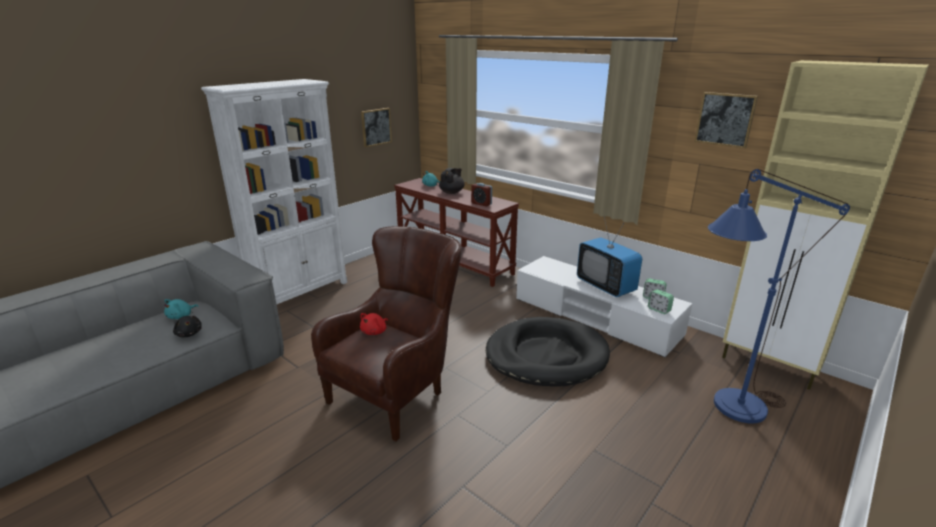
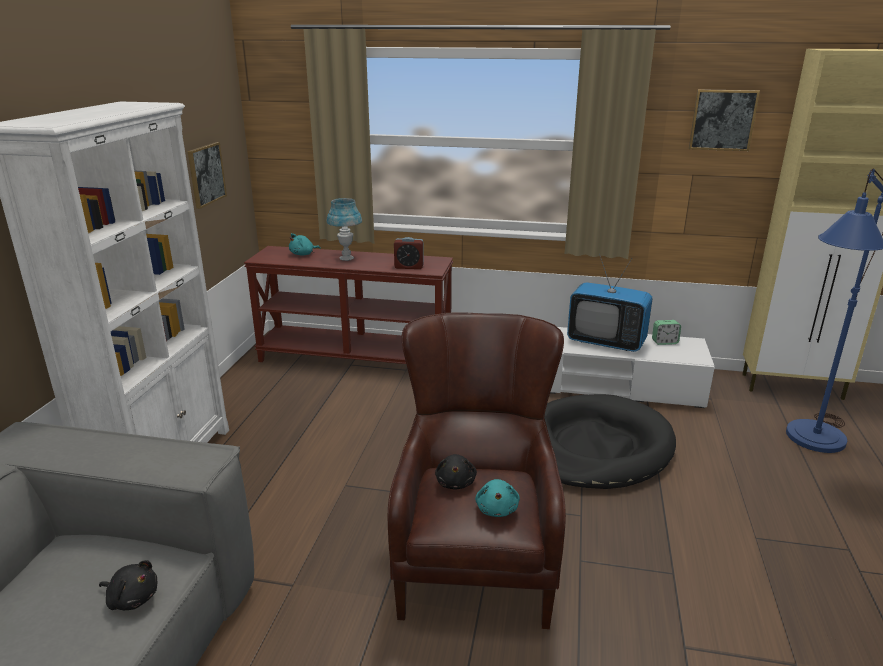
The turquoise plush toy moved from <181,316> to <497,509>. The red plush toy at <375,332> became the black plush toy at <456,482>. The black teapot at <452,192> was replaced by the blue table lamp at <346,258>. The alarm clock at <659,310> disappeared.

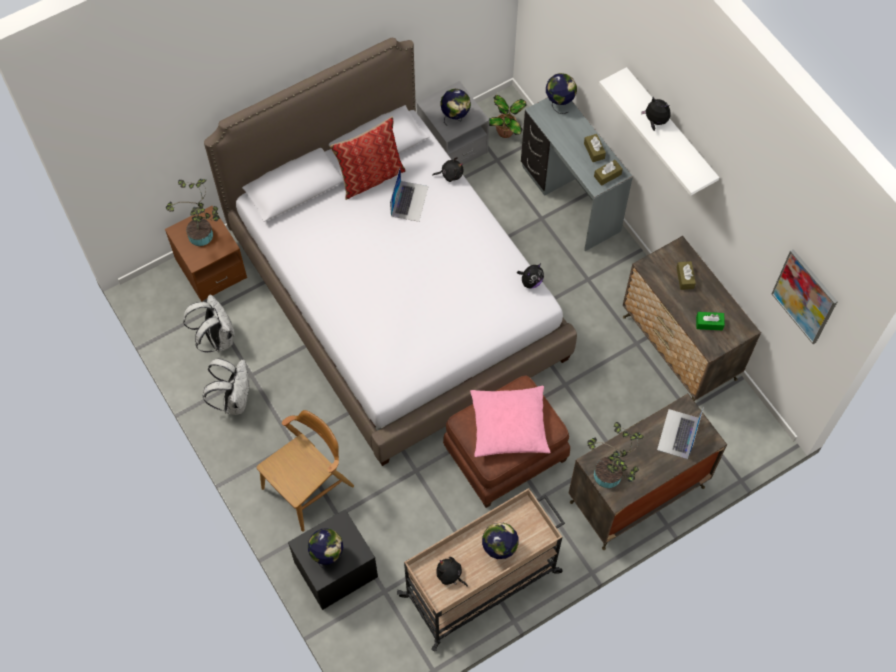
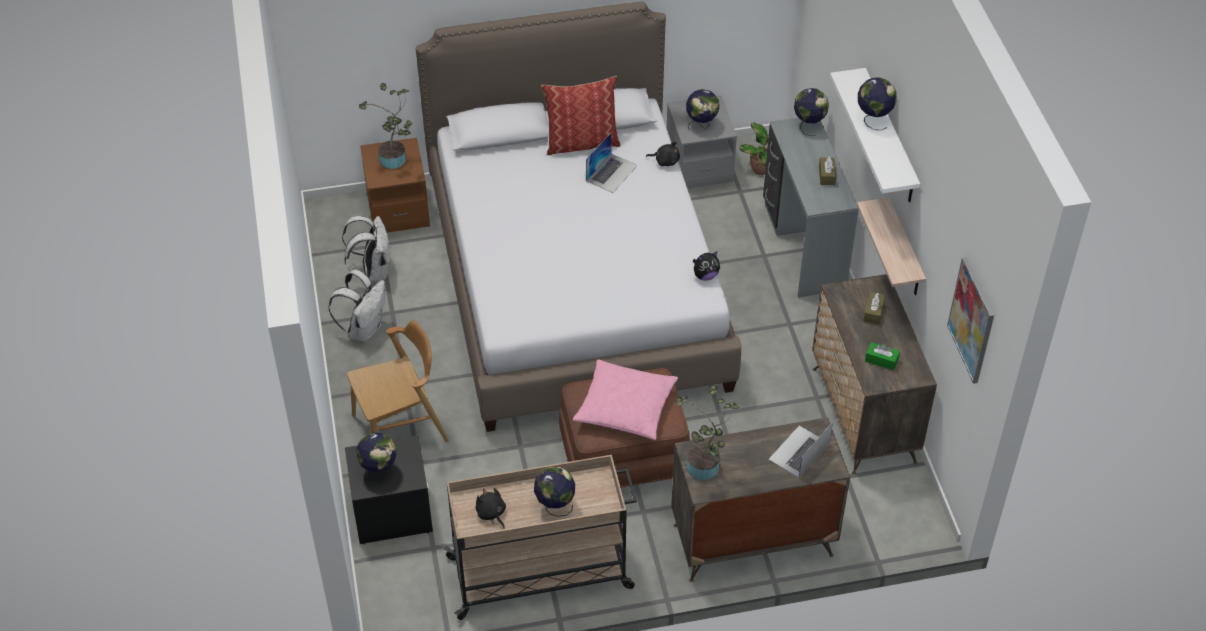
The brown tissue box at <607,175> disappeared. The plush toy at <655,121> was replaced by the globe at <873,120>. The shelf at <905,250> appeared.

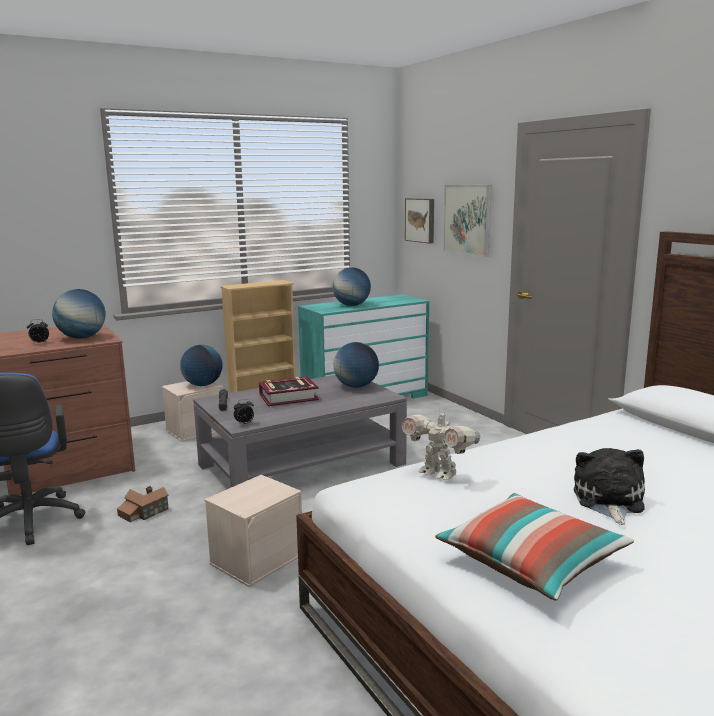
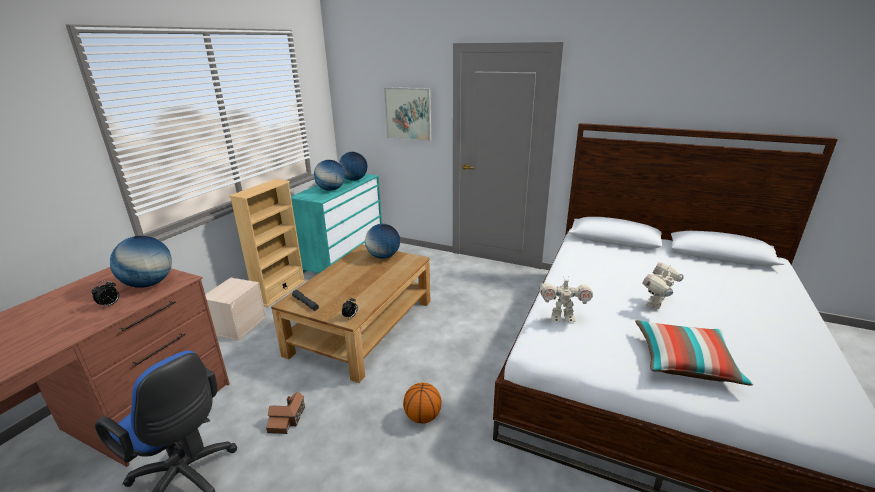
The globe moved from <202,385> to <354,180>. The grey coffee table at <302,464> became the brown coffee table at <363,326>. The beige storage box at <257,558> was replaced by the basketball at <422,417>. The book at <288,397> disappeared. The picture at <421,220> disappeared. The plush toy at <608,501> was replaced by the toy robot at <656,304>.

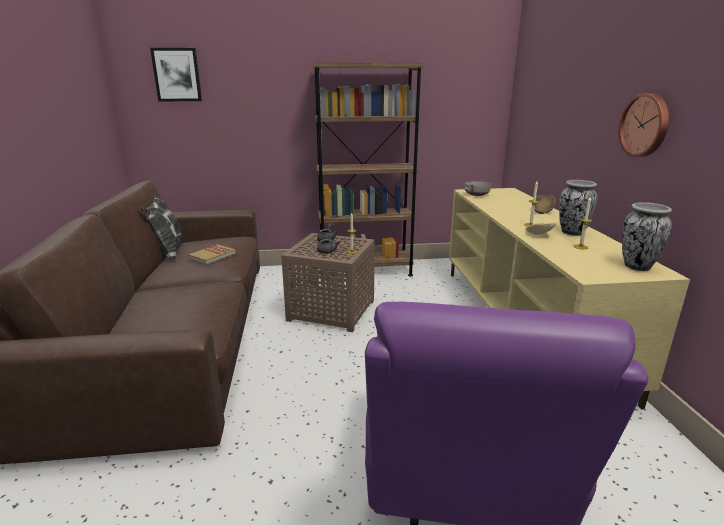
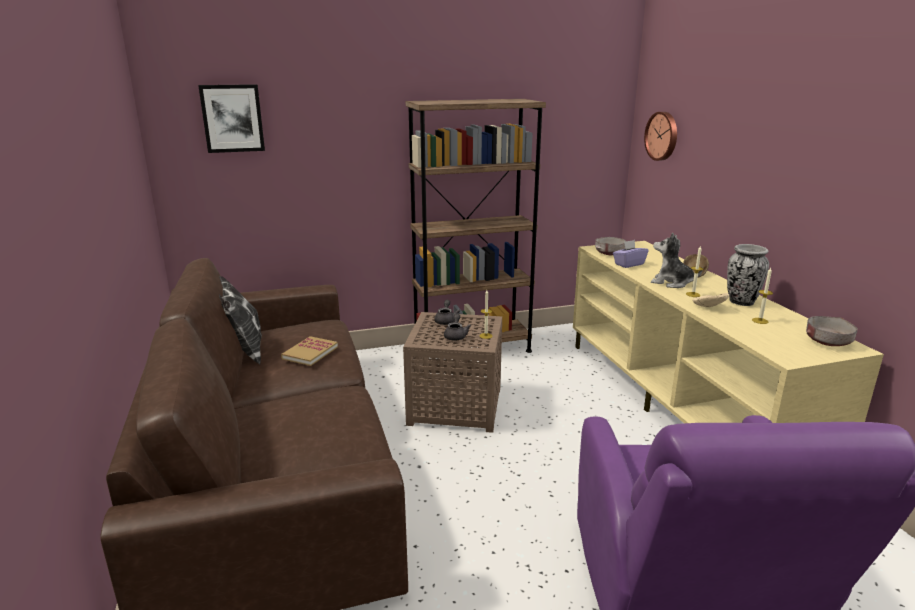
The wall clock moved from <645,125> to <662,136>. The vase at <636,266> was replaced by the grey bowl at <827,342>. The purple tissue box at <629,264> appeared. The plush toy at <671,283> appeared.

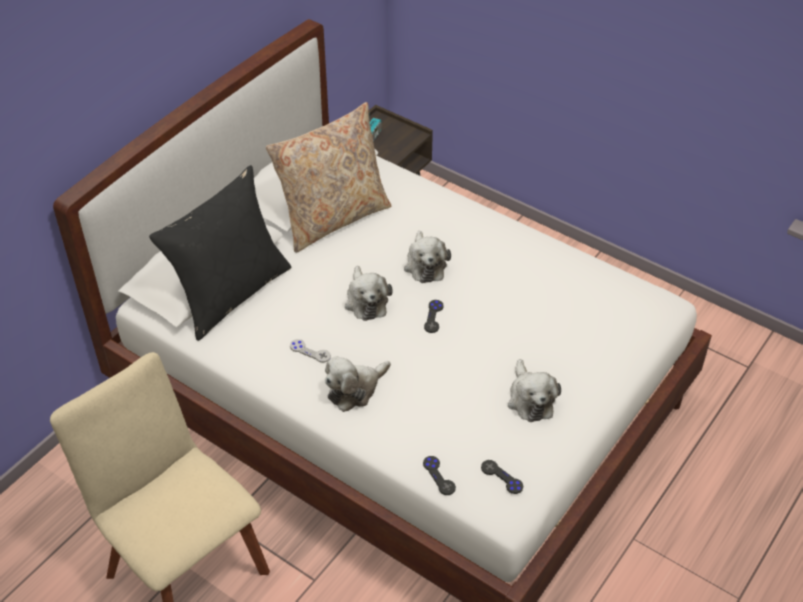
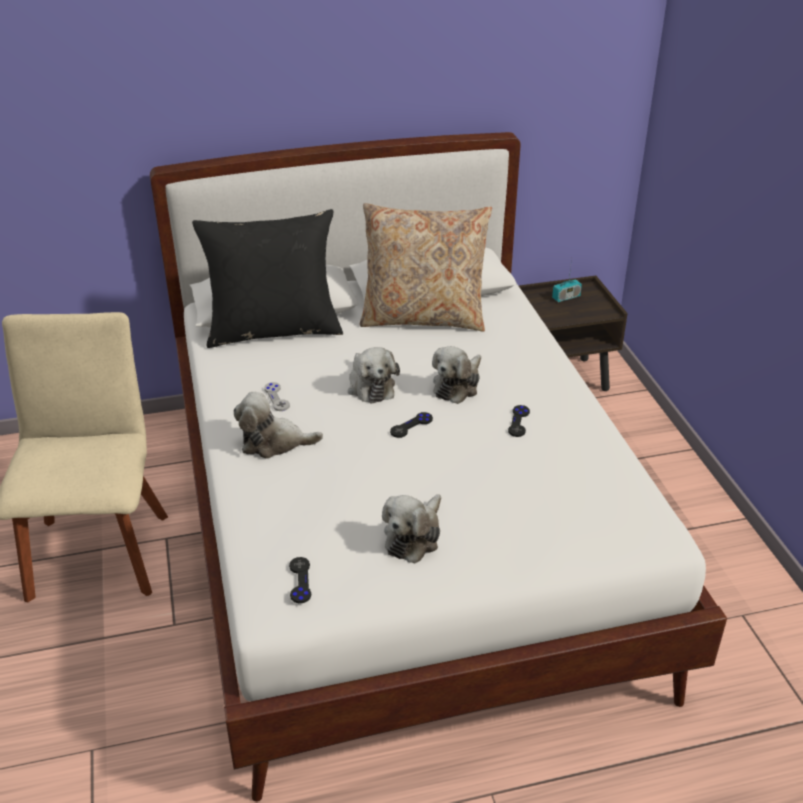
The plush toy at <366,301> turned 45 degrees counterclockwise. The black game controller moved from <439,476> to <518,422>.

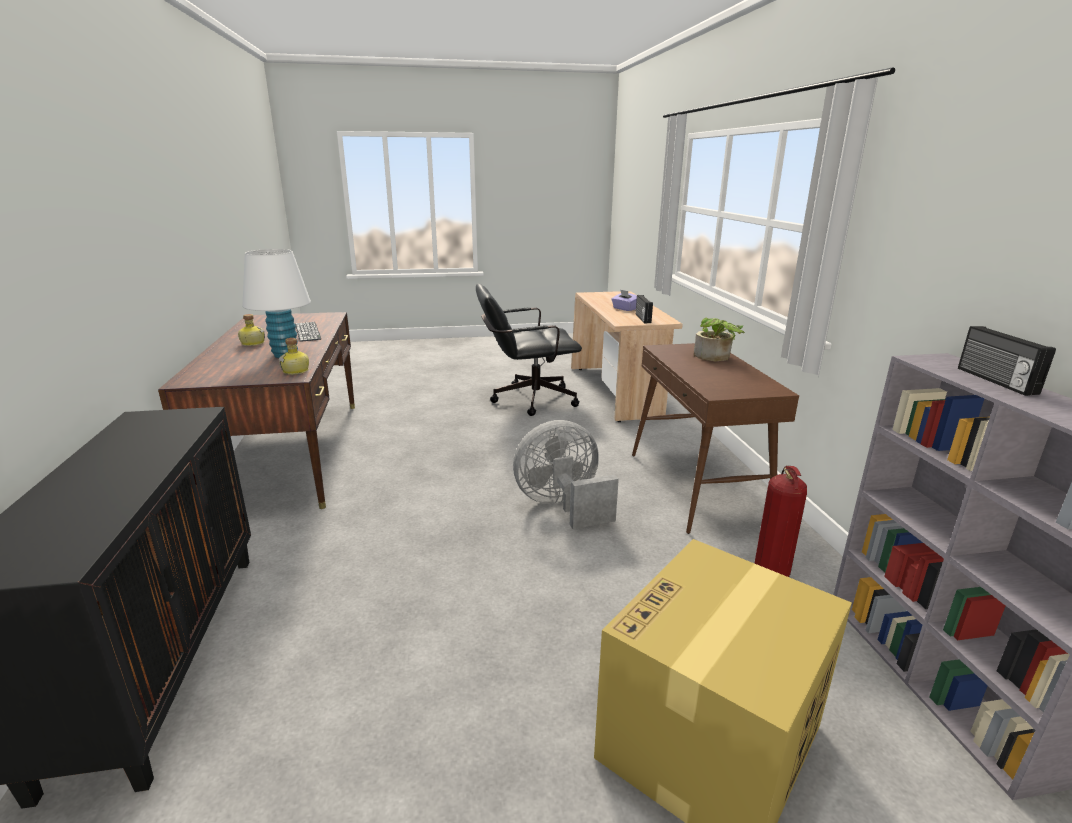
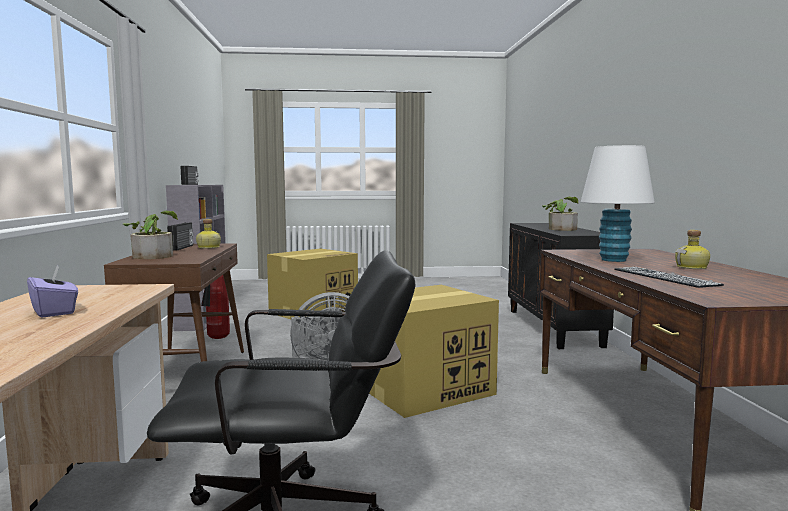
The bottle moved from <296,371> to <208,247>. The radio moved from <642,318> to <182,248>. The cardboard box at <423,390> appeared. The potted plant at <560,229> appeared.

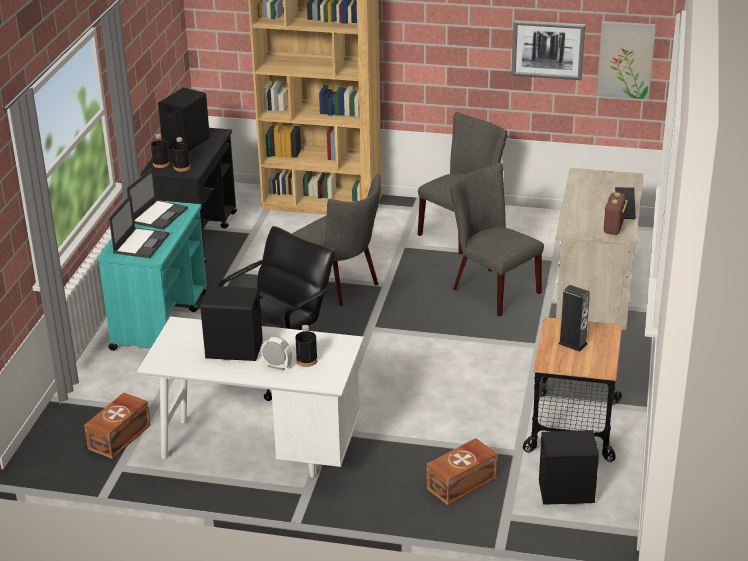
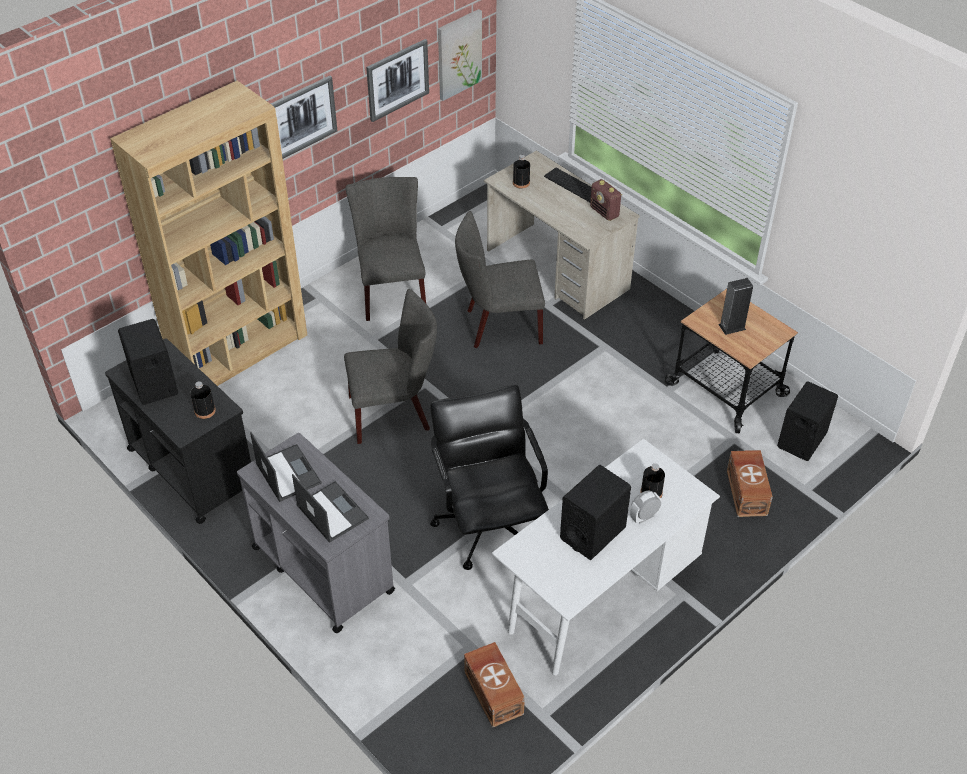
The turquoise cart at <160,320> became the grey cart at <322,568>. The black bottle moved from <161,164> to <521,183>. The picture at <301,118> appeared.

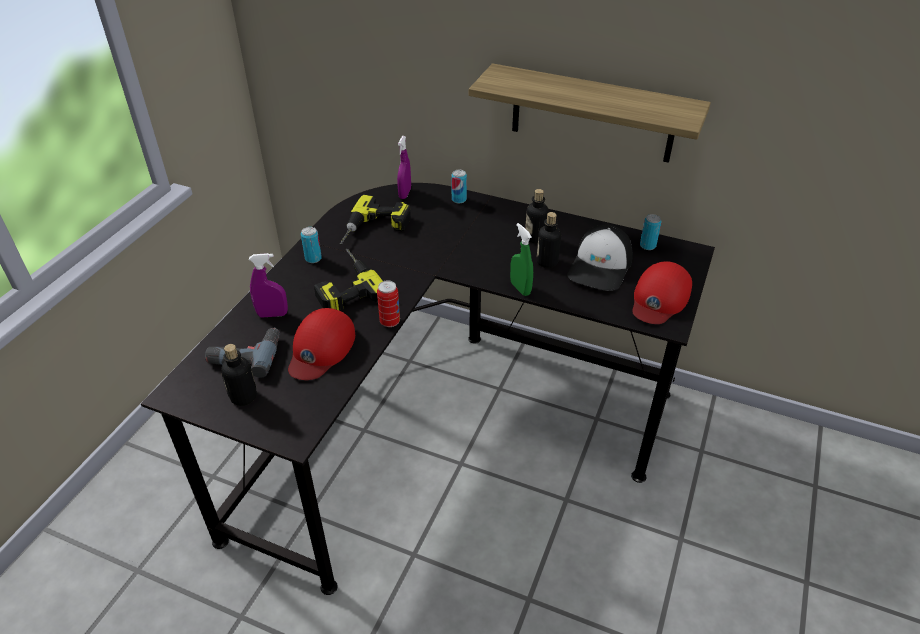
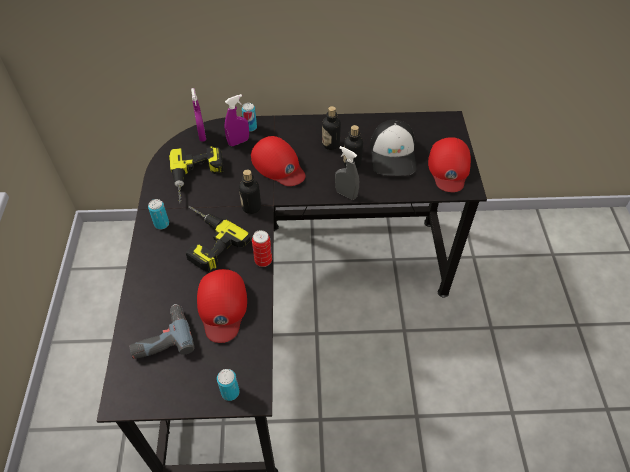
The bottle moved from <243,397> to <251,207>. The purple spray bottle moved from <272,314> to <238,142>. The shelf at <592,114> disappeared. The green spray bottle at <520,288> became the grey spray bottle at <346,194>. The can moved from <647,245> to <230,392>. The red cap at <278,165> appeared.

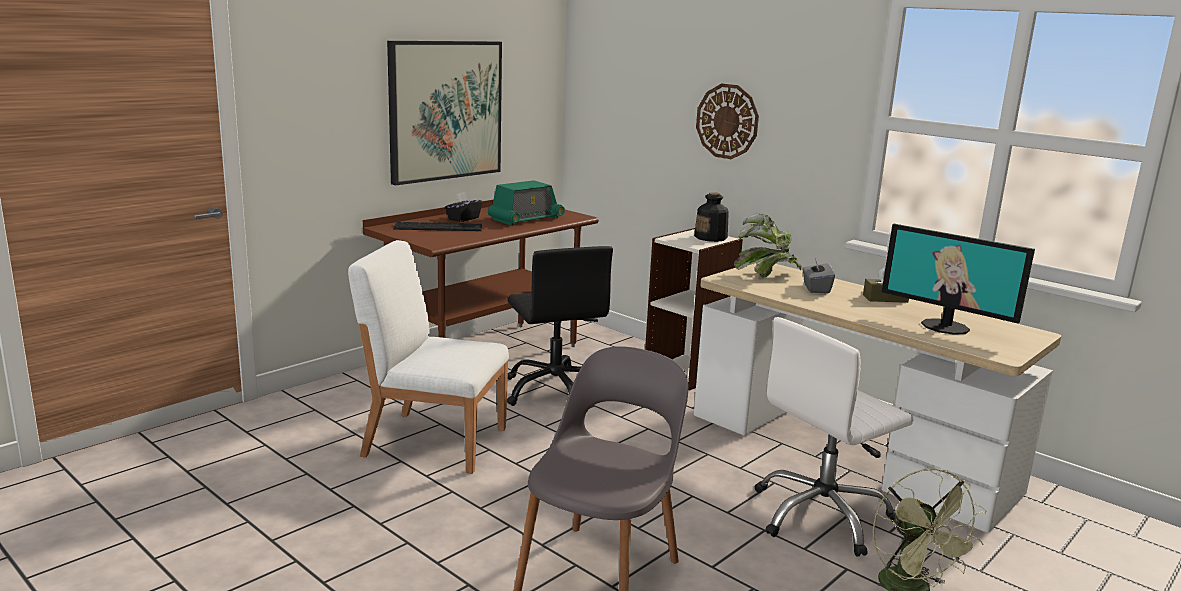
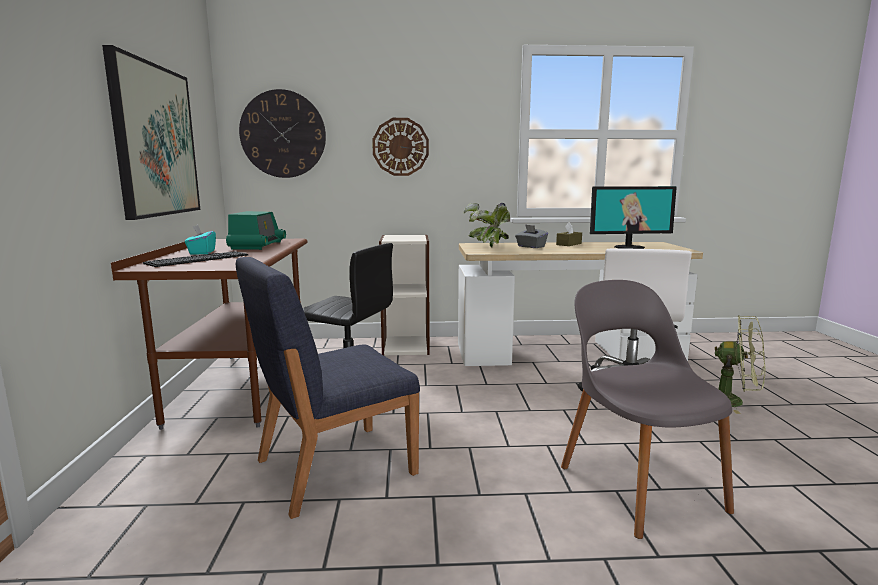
The white chair at <433,441> became the blue chair at <333,467>. The black tissue box at <463,219> became the turquoise tissue box at <202,252>. The bottle at <711,238> disappeared. The wall clock at <283,134> appeared.

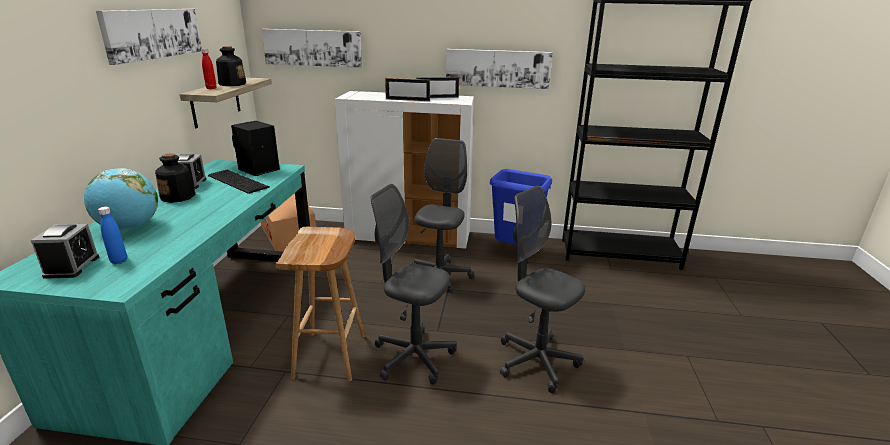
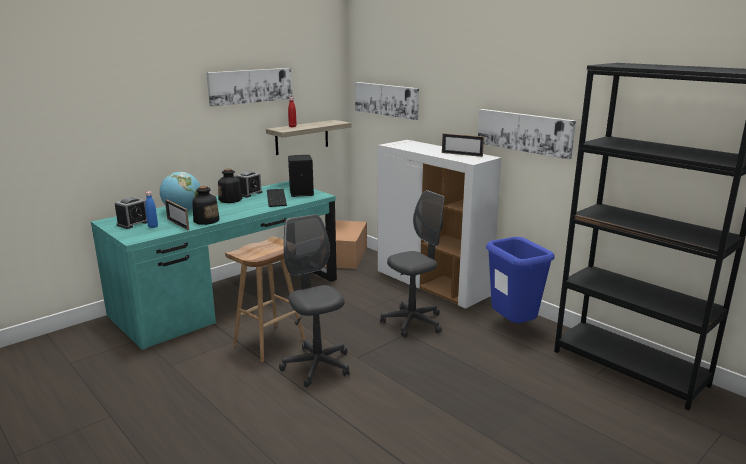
The bottle moved from <232,84> to <206,220>. The picture frame moved from <407,100> to <178,224>. The grey office chair at <536,362> disappeared.

